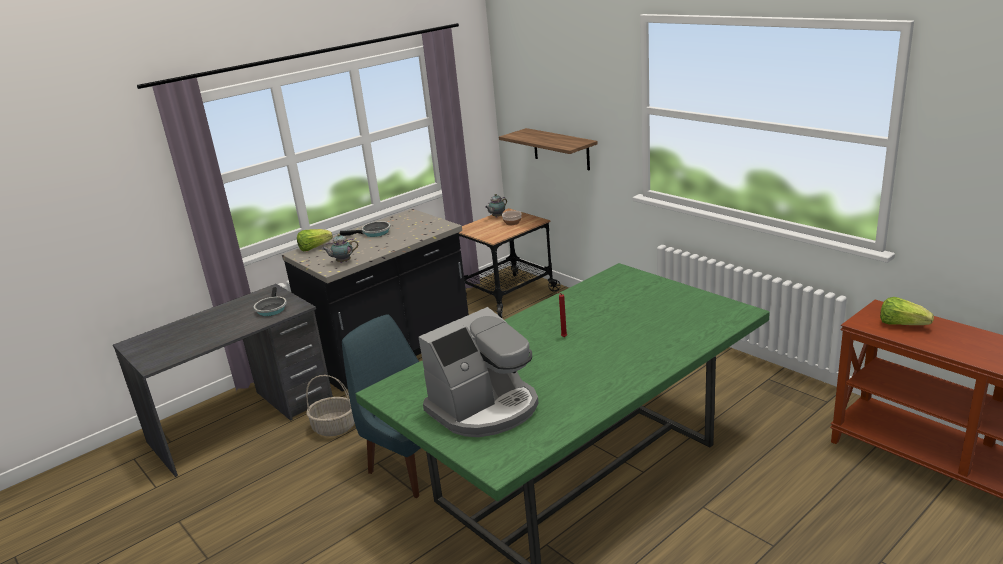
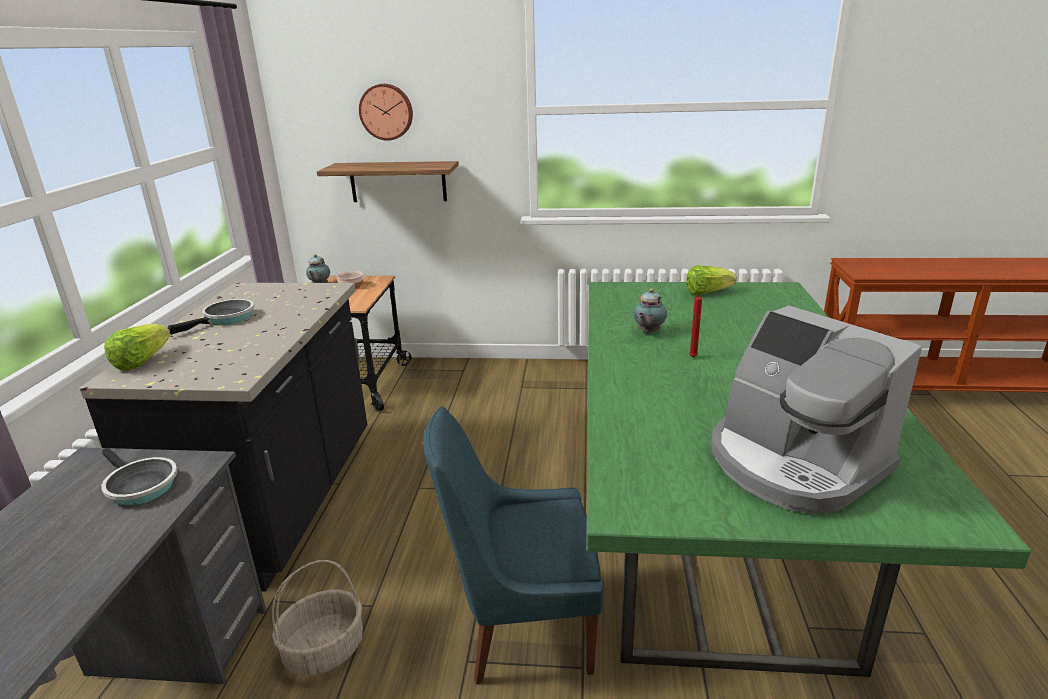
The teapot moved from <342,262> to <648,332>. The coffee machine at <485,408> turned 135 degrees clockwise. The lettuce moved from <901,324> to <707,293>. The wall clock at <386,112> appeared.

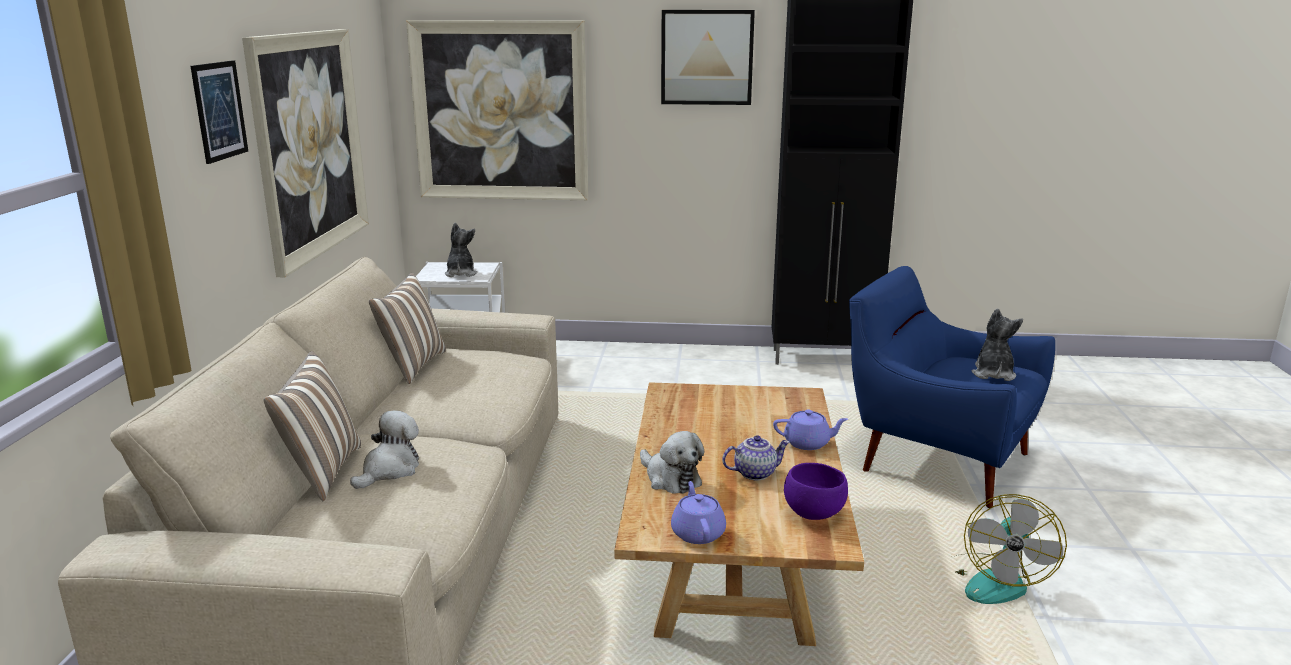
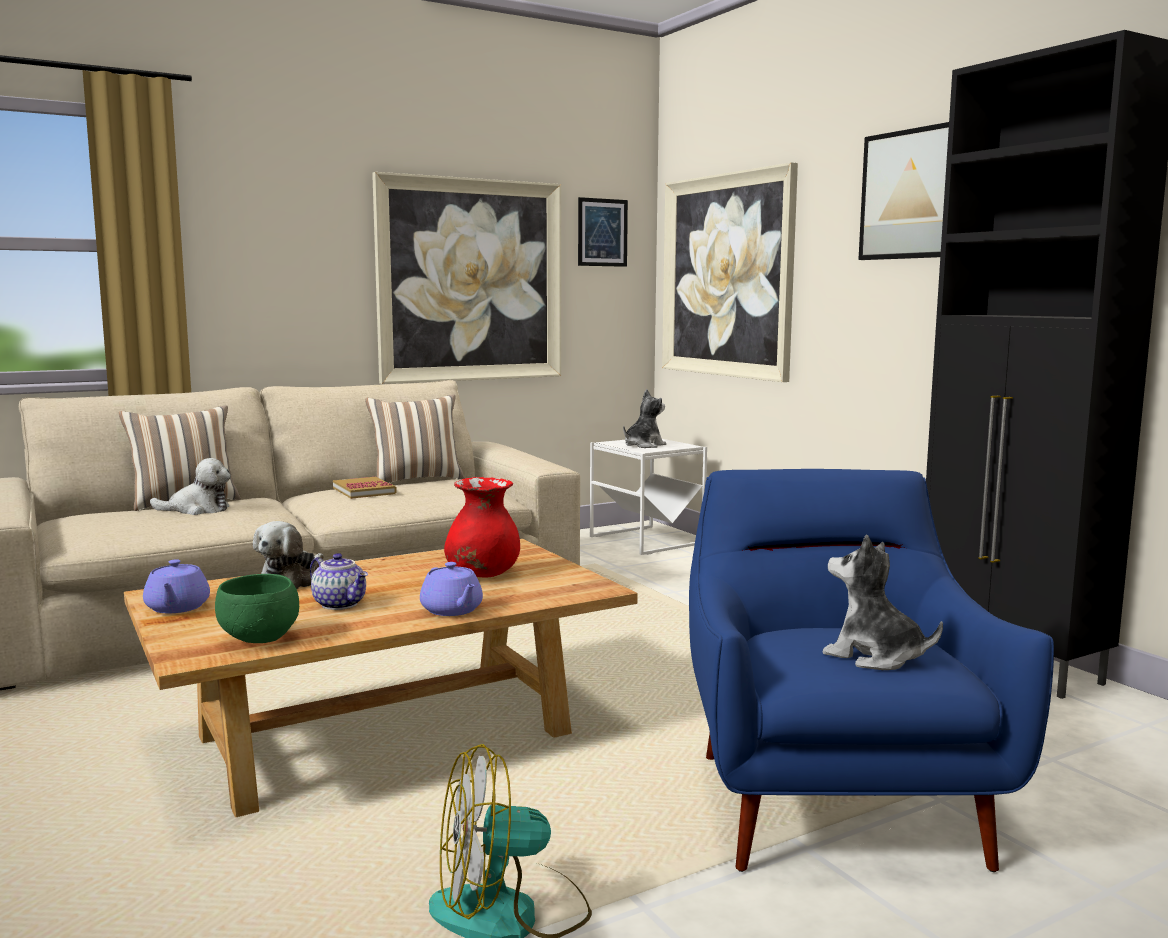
The picture moved from <219,111> to <602,232>. The purple teapot at <697,533> turned 120 degrees clockwise. The purple bowl at <814,513> became the green bowl at <261,639>. The plush toy at <993,374> turned 120 degrees counterclockwise. The book at <364,491> appeared. The red vase at <483,575> appeared.

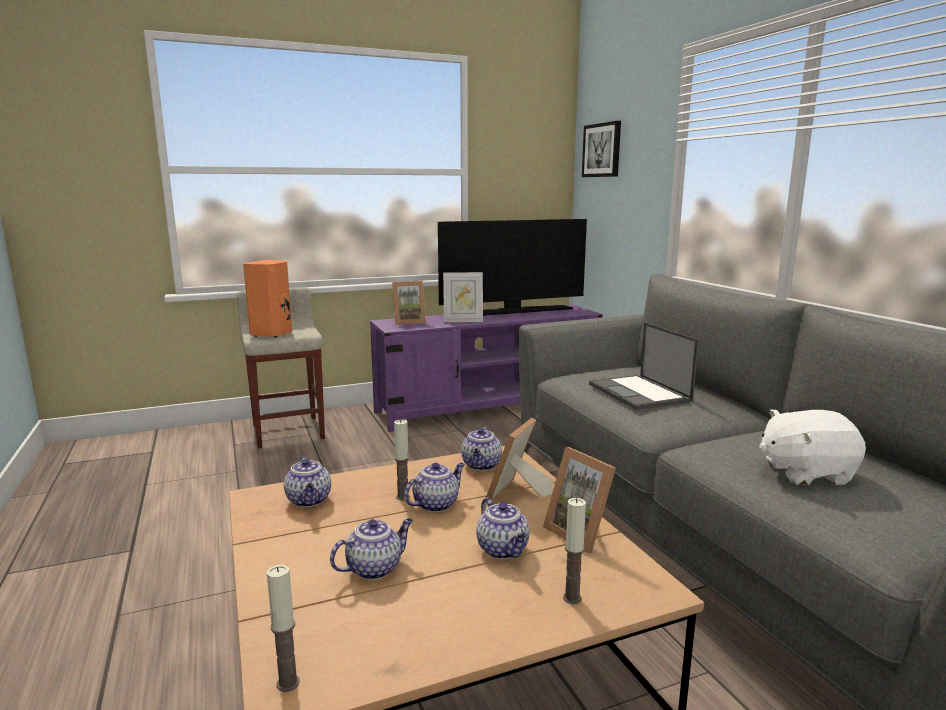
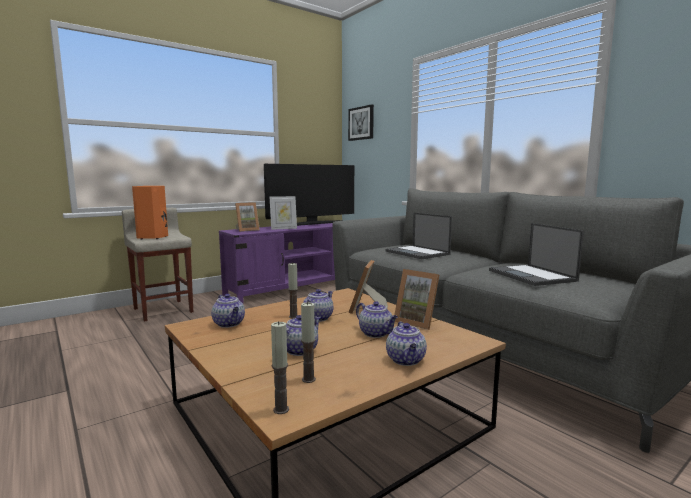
The teapot moved from <481,465> to <406,360>. The candle moved from <572,598> to <308,379>. The white plush toy at <805,473> was replaced by the laptop at <532,276>.

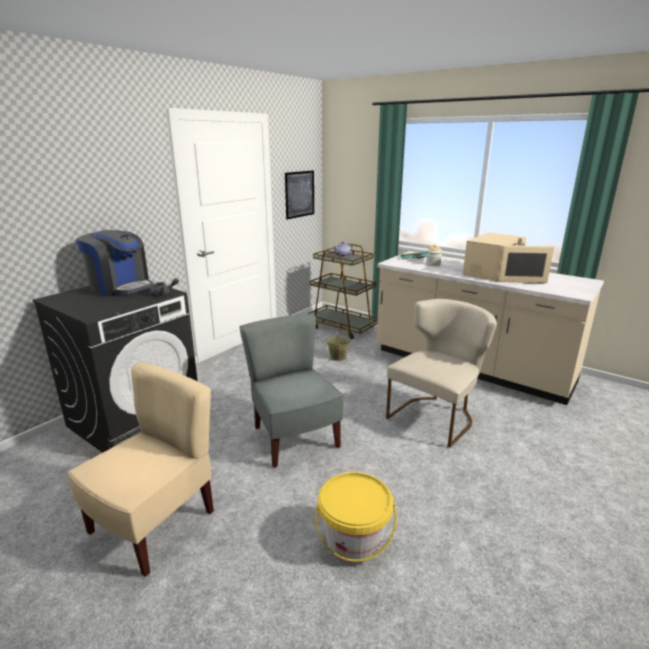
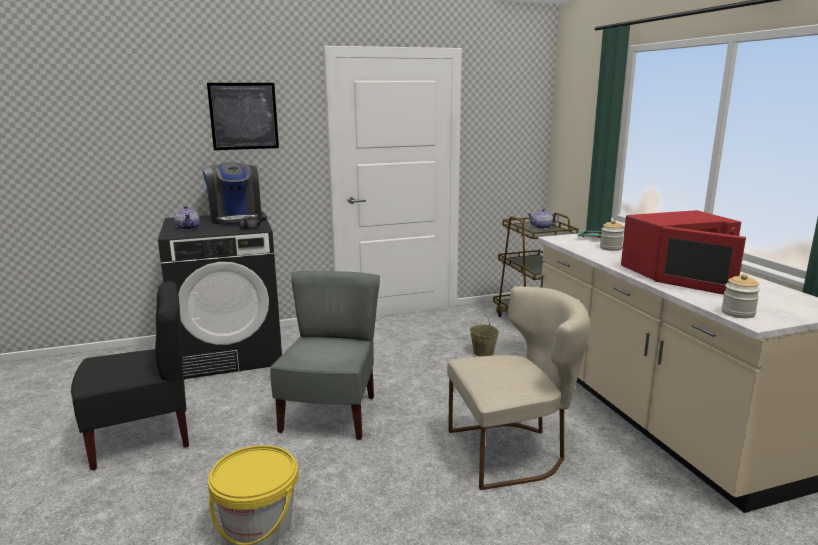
The beige chair at <154,523> became the black chair at <143,436>. The picture moved from <299,194> to <243,116>. The beige microwave at <493,273> became the red microwave at <675,272>. The teapot at <188,228> appeared. The jar at <738,313> appeared.

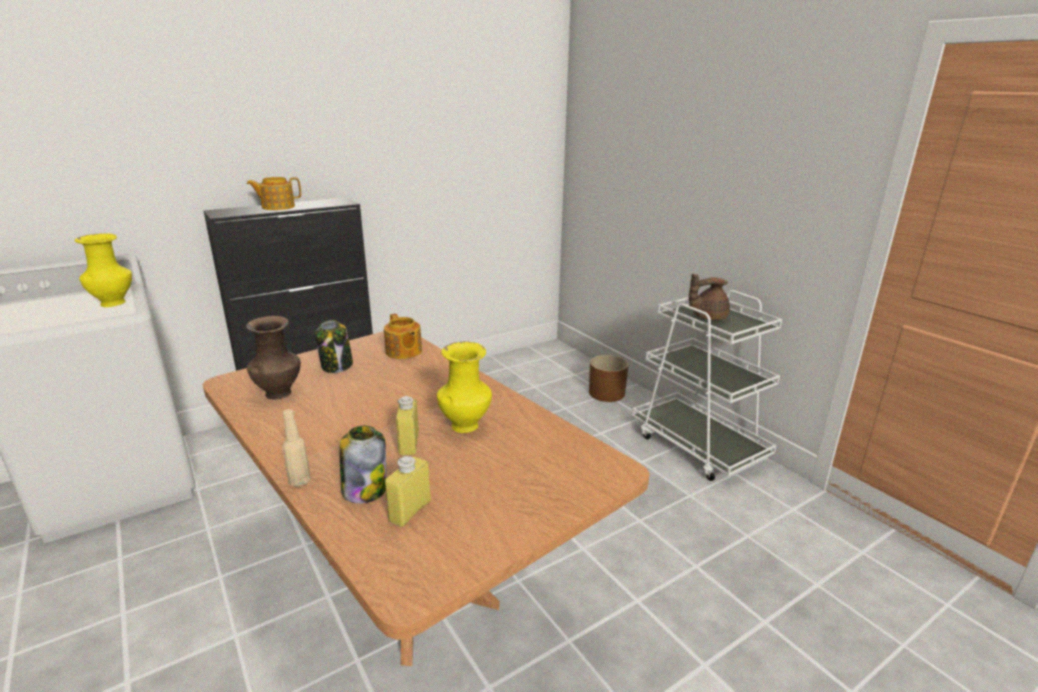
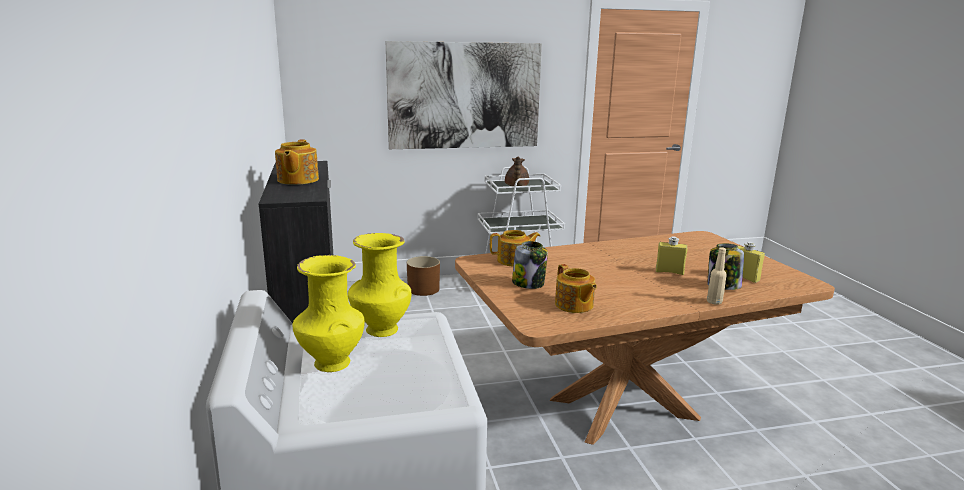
The brown vase at <279,393> was replaced by the teapot at <574,305>. The yellow vase moved from <465,425> to <331,362>. The picture at <464,95> appeared.

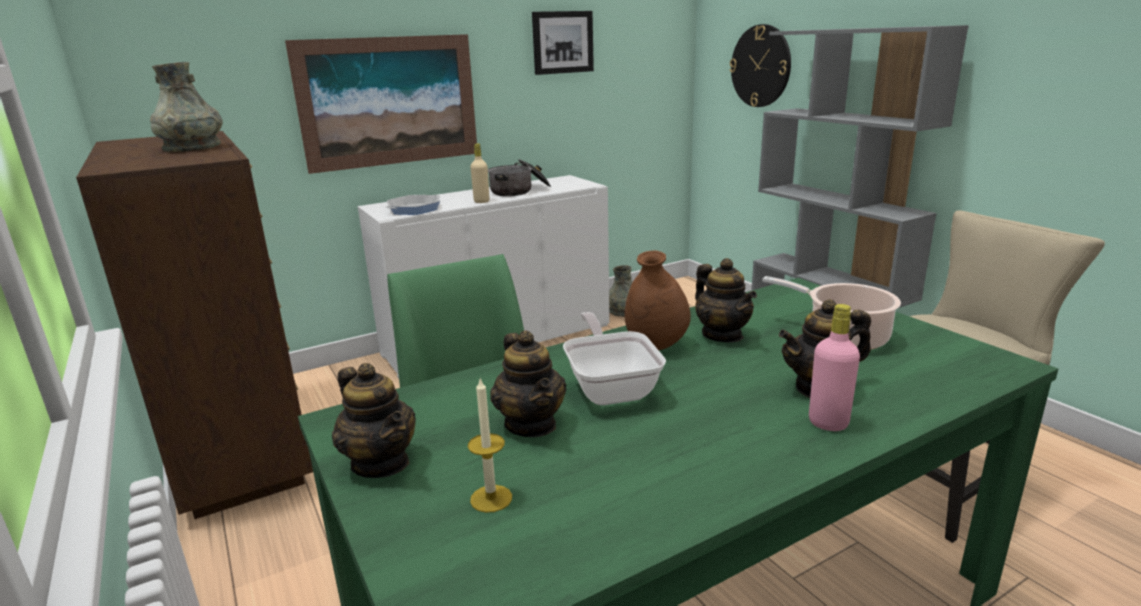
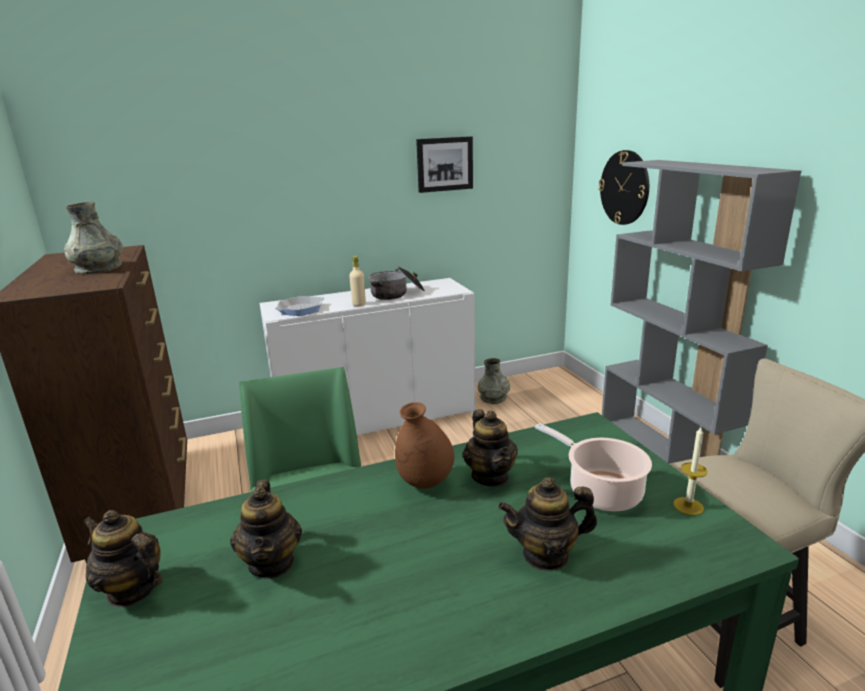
The picture at <389,101> disappeared. The teapot at <381,463> turned 150 degrees clockwise. The candle moved from <491,498> to <688,506>. The frying pan at <611,387> disappeared. The pink bottle at <828,423> disappeared.

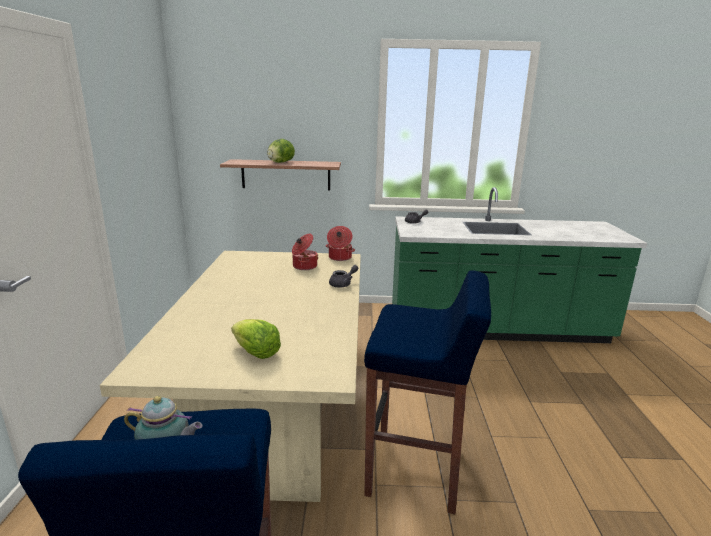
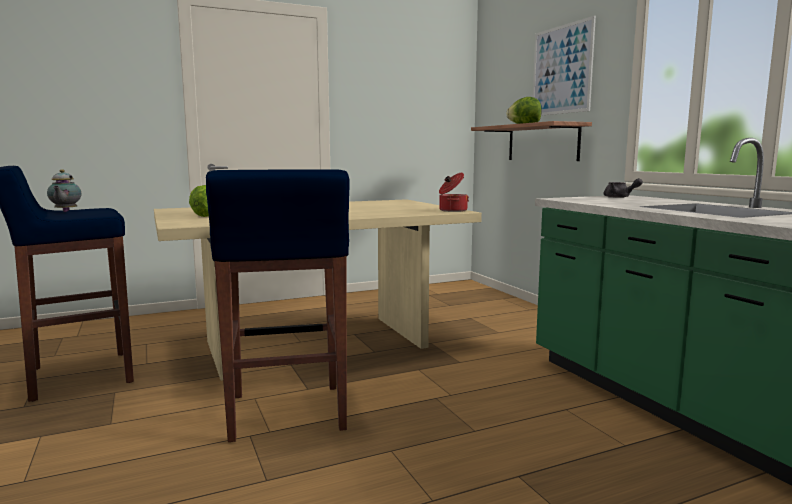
The cooking pot at <304,266> disappeared. The grey teapot at <343,284> disappeared. The picture at <561,70> appeared.

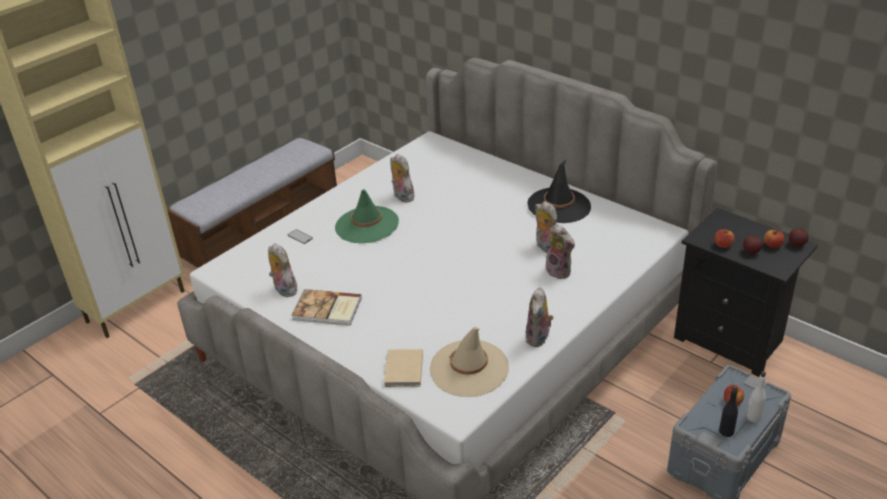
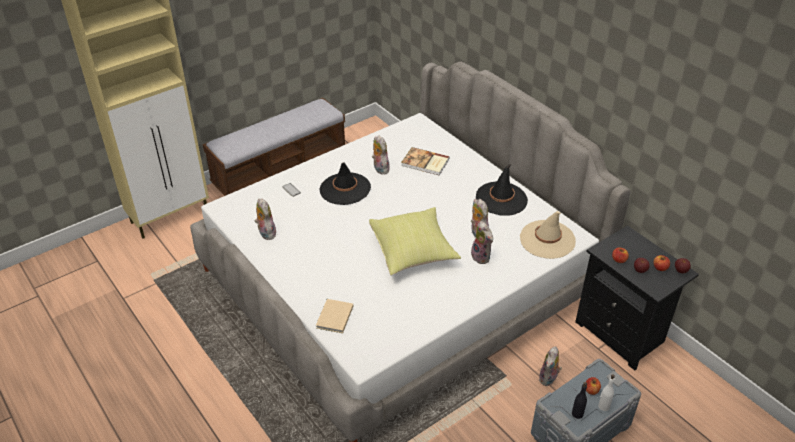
The book moved from <327,310> to <425,163>. The green hat at <367,225> became the black hat at <345,189>. The beige hat moved from <469,368> to <547,239>. The plush toy moved from <539,338> to <548,379>. The yellow pillow at <413,252> appeared.

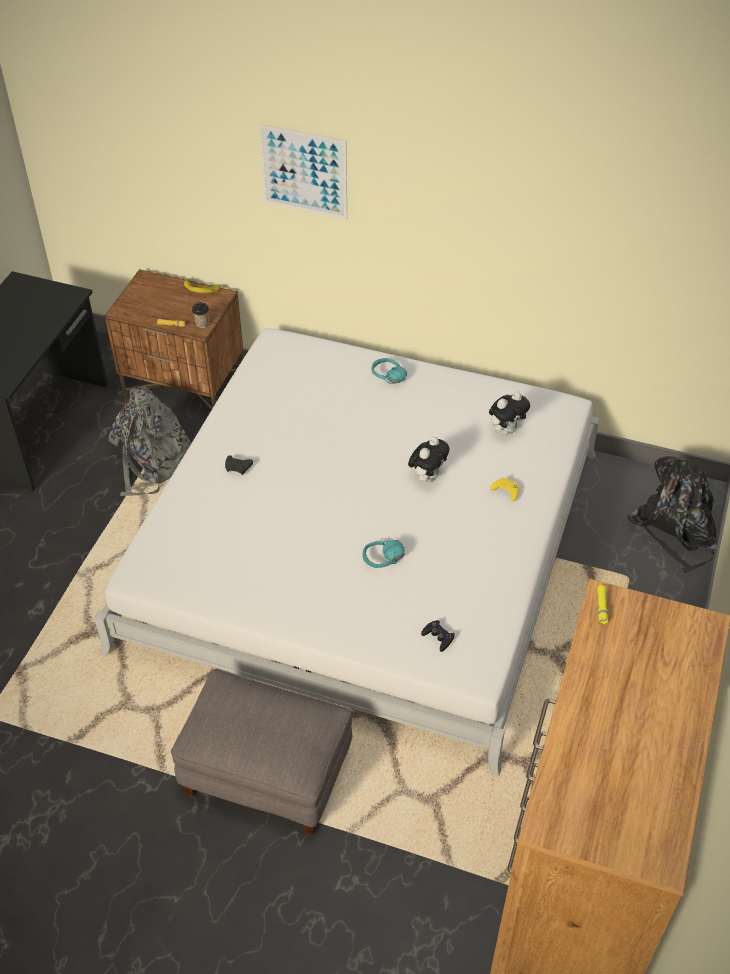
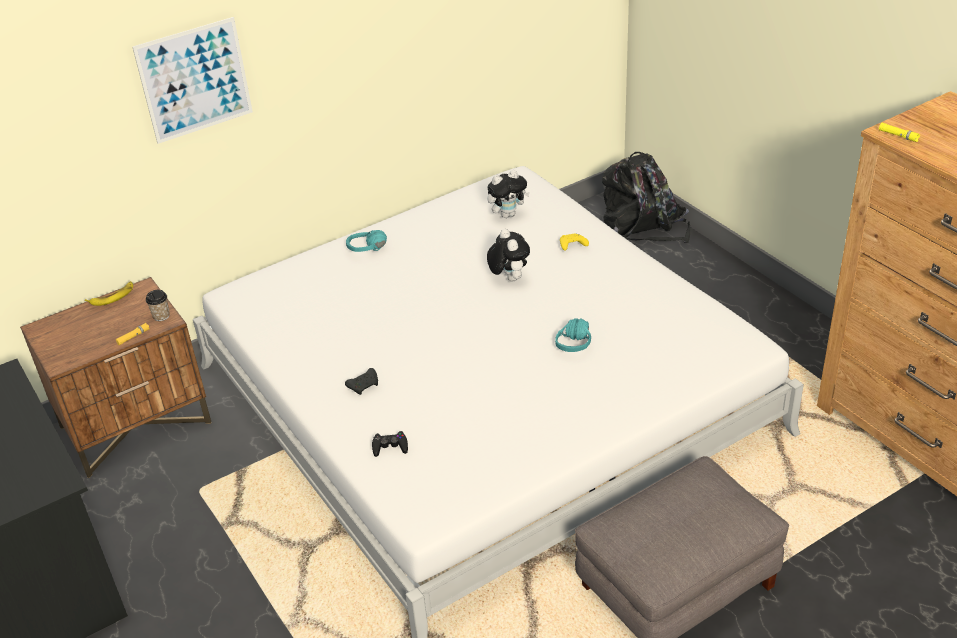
The grey backpack at <151,461> disappeared. The black game controller moved from <438,637> to <390,447>. The plush toy at <506,430> turned 60 degrees clockwise.

